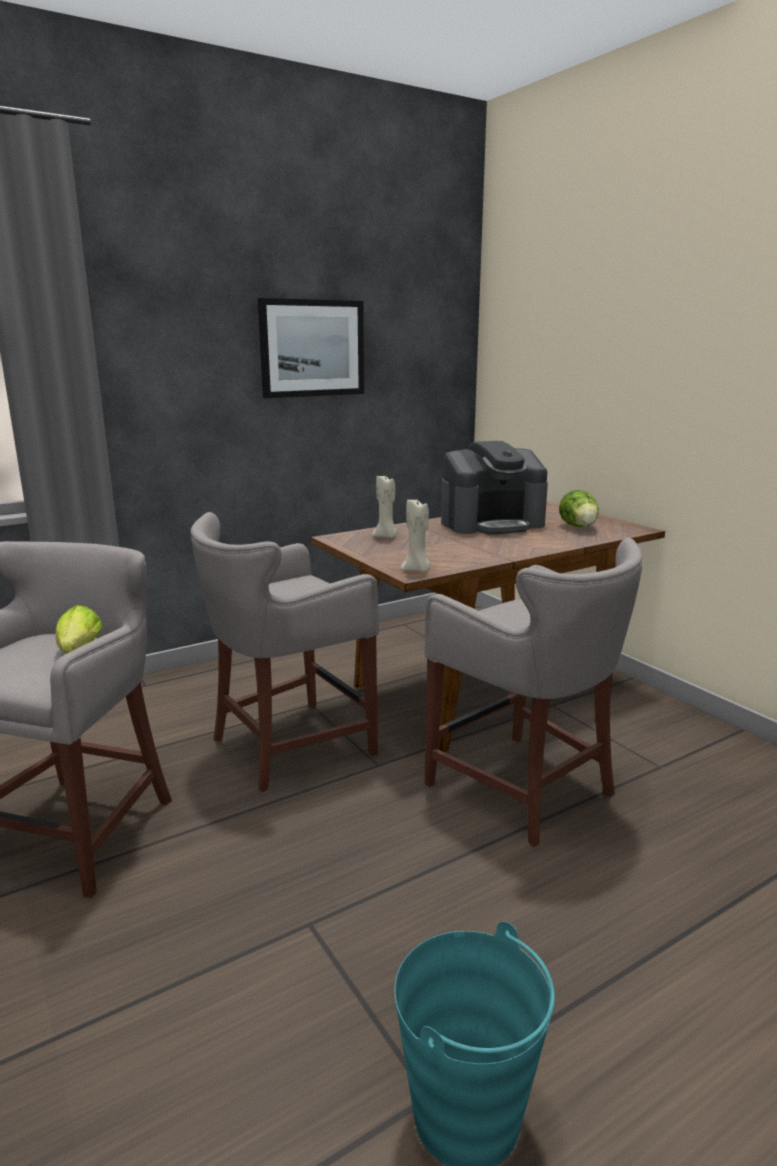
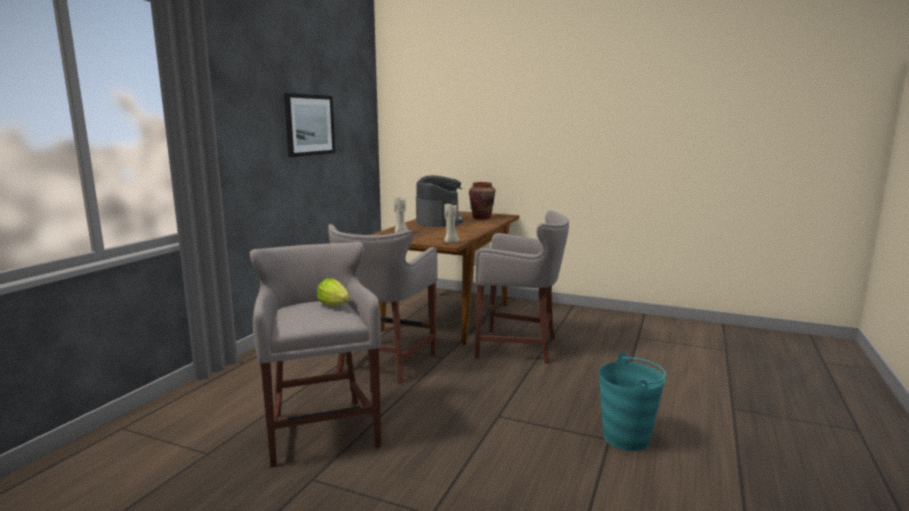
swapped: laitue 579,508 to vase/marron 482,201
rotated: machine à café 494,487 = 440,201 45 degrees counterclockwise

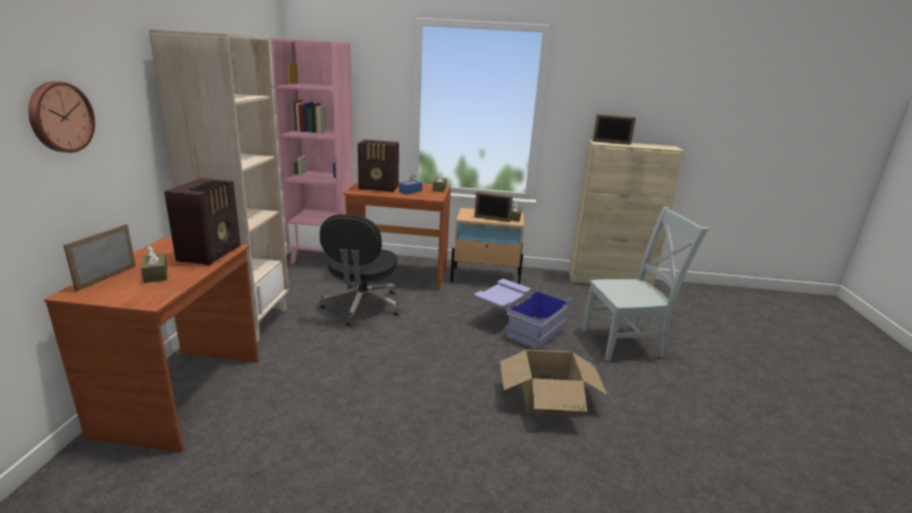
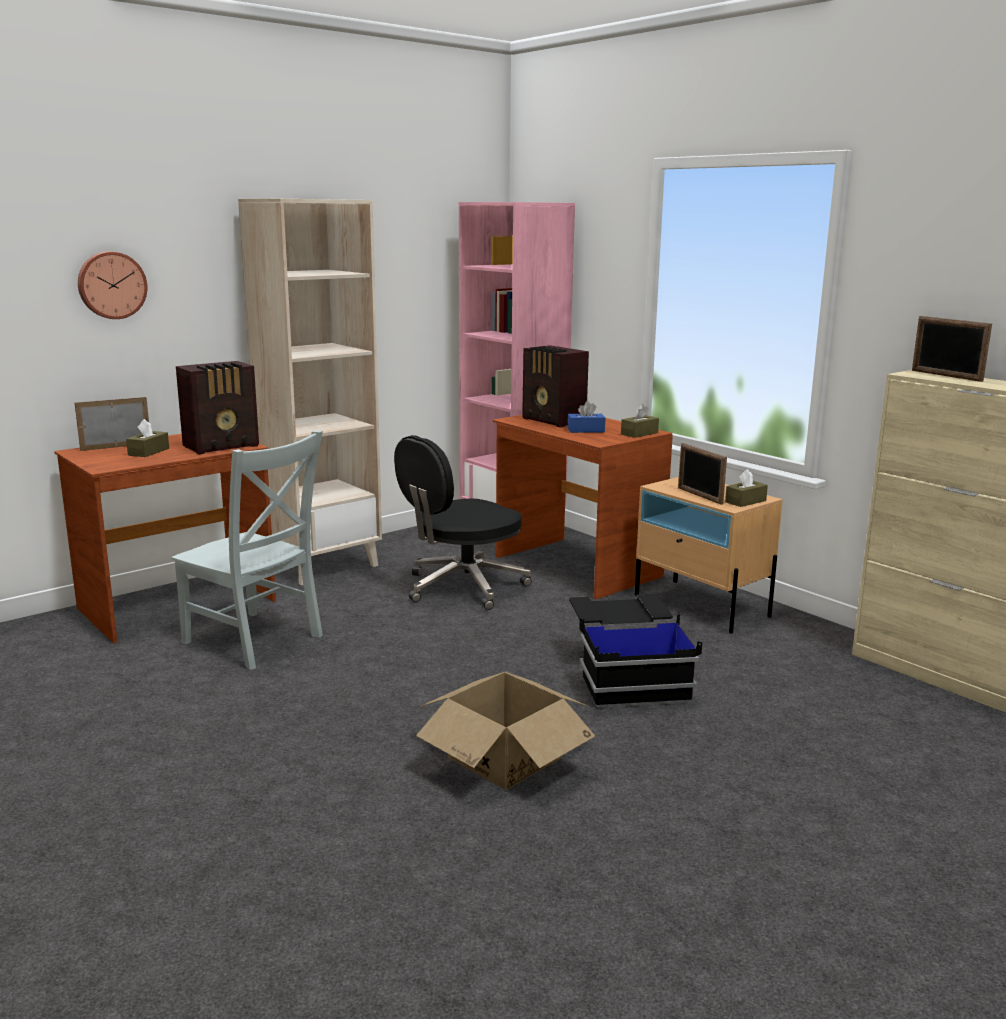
shifted: chaise/gris 645,284 to 247,550
repainted: boîte de rangement/bleu 522,314 to boîte de rangement/noir 635,651

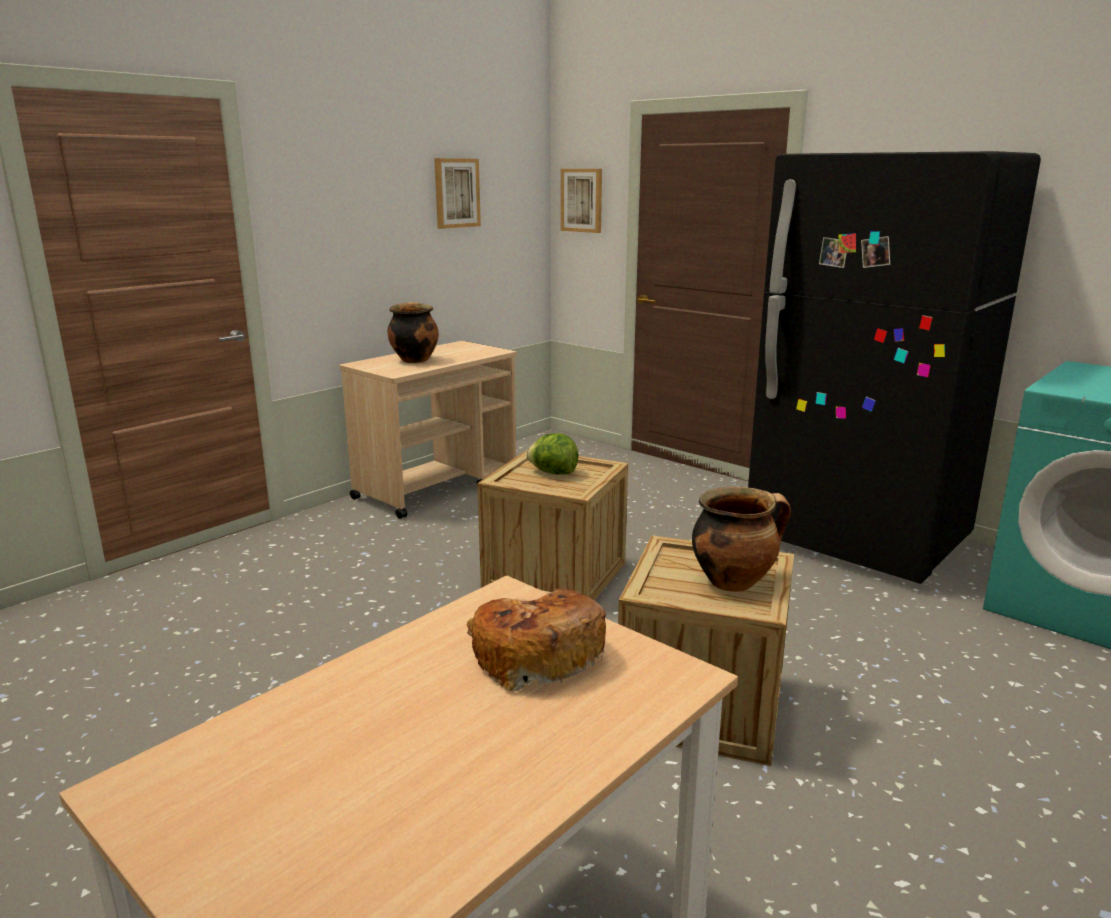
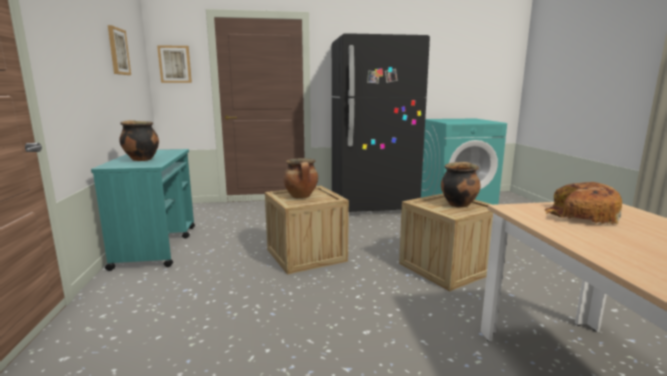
swapped: laitue 552,453 to marmite 300,178
repainted: chariot/beige 428,430 to chariot/turquoise 143,210

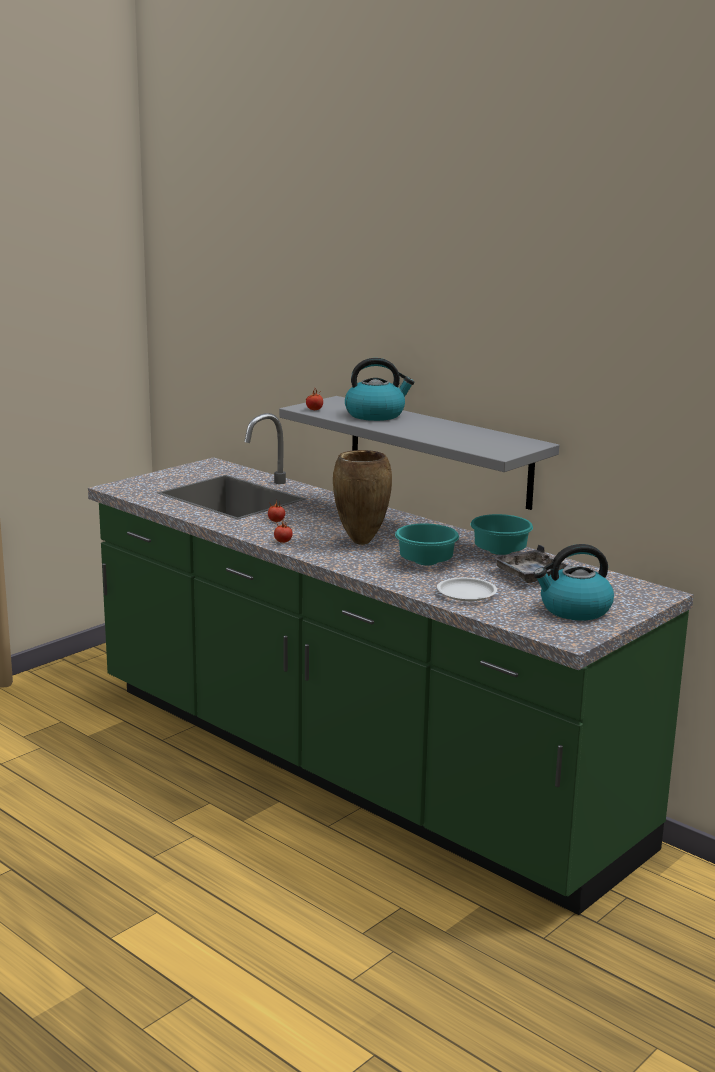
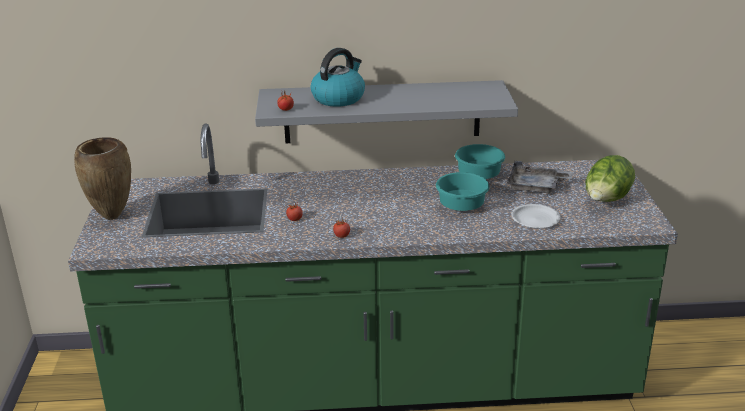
shifted: vase/marron 362,497 to 102,178
swapped: bouilloire 573,582 to laitue 610,178

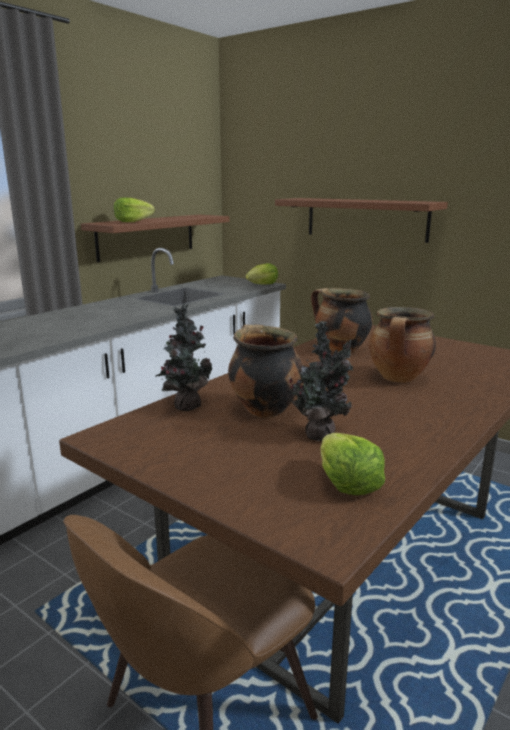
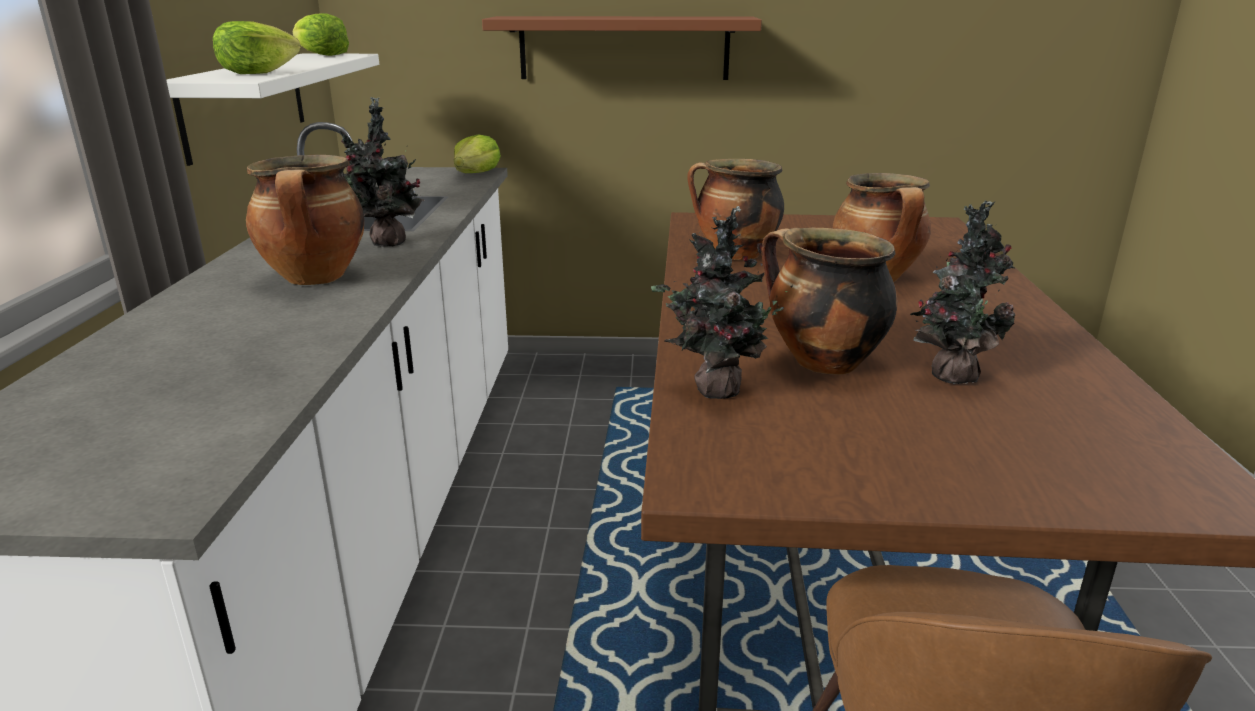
new: marmite 305,220; plante en pot 382,172
shifted: laitue 353,464 to 320,34
repainted: étagère/marron 155,238 to étagère/blanc 272,109

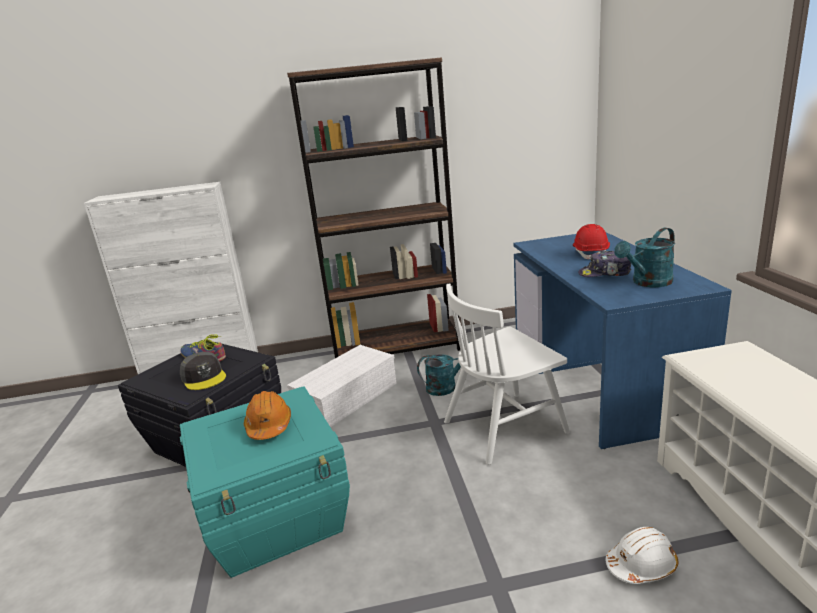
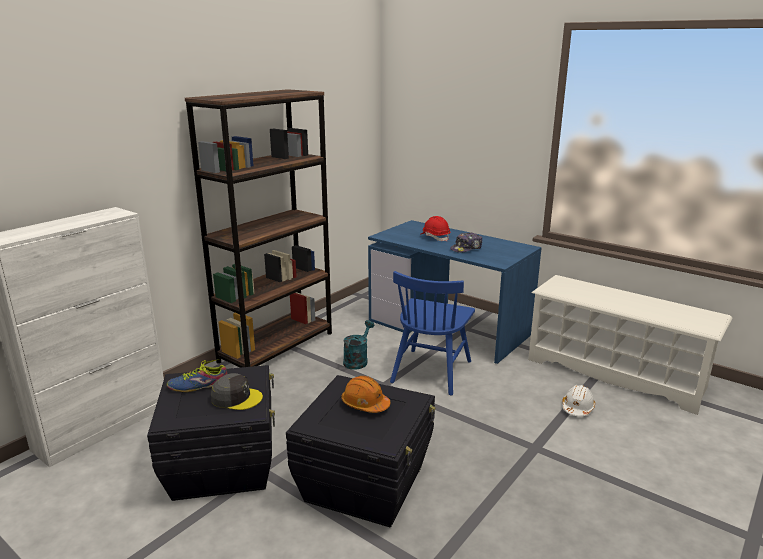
gone: boîte de rangement/blanc 342,386; arrosoir/turquoise 644,257
repainted: boîte de rangement/turquoise 265,482 to boîte de rangement/noir 360,451; chaise/blanc 507,374 to chaise/bleu 432,333

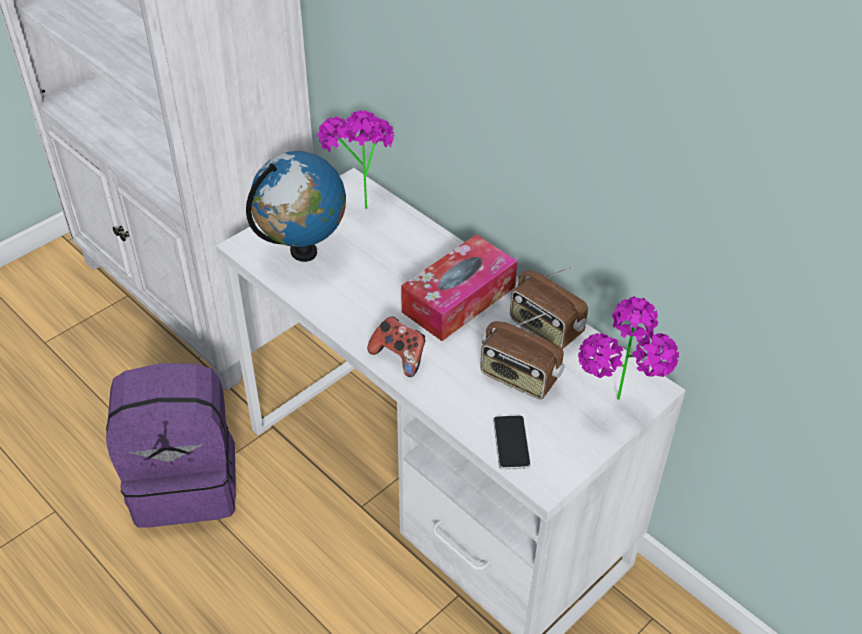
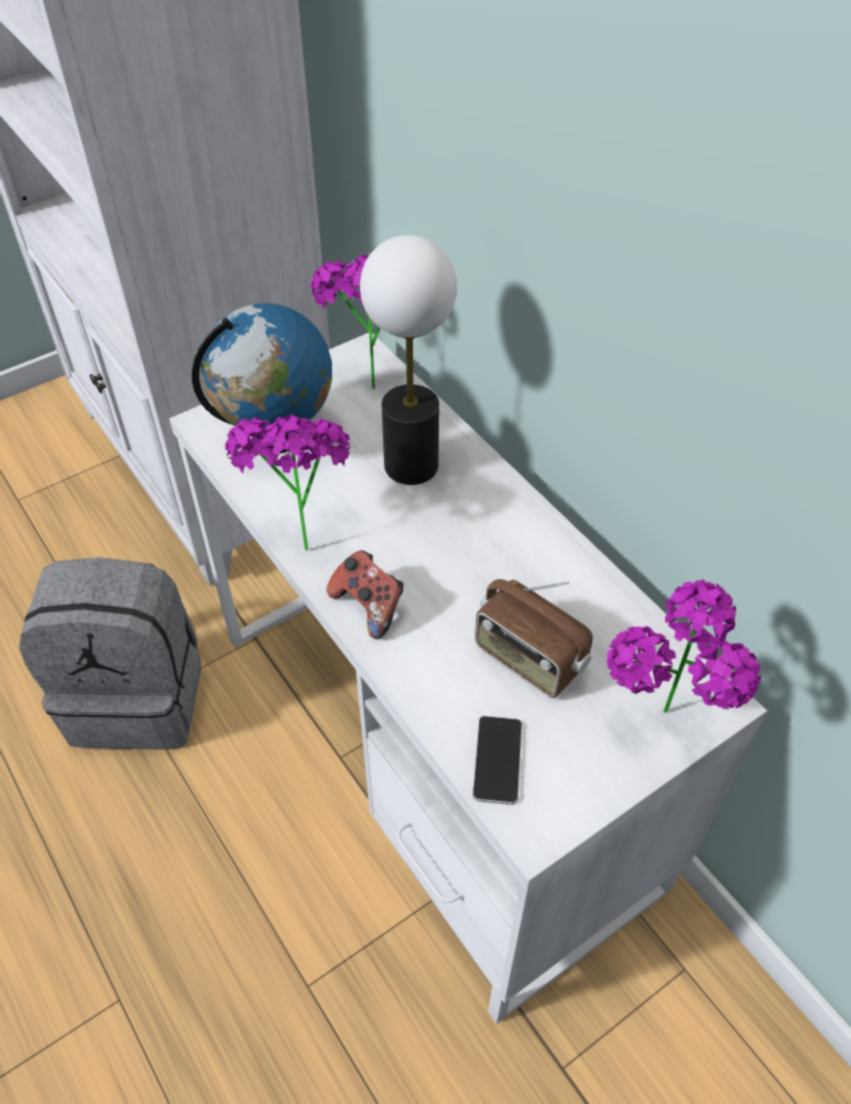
gone: boîte à mouchoirs 459,288; radio 549,308
new: plante en pot 288,482; lampe de table 408,360
repainted: sac à dos/violet 171,445 to sac à dos/gris 110,653

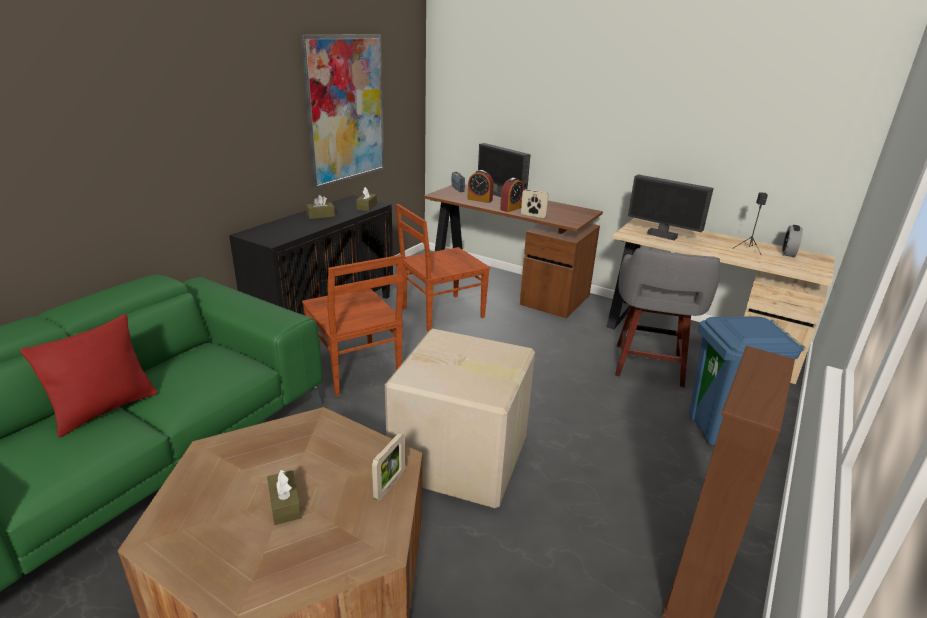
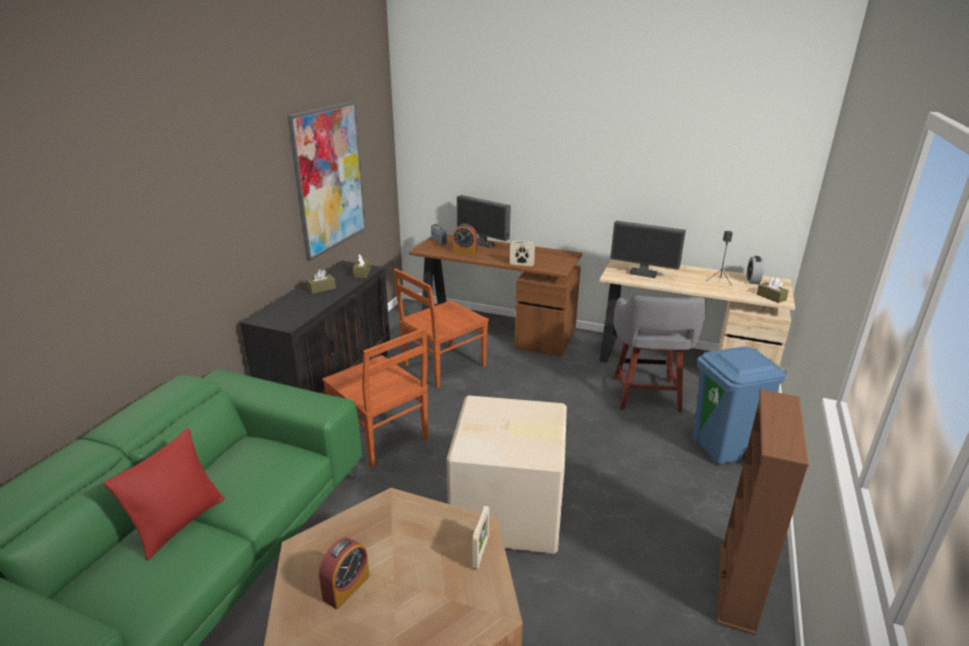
shifted: réveil 512,195 to 344,573; boîte à mouchoirs/marron 284,497 to 773,290

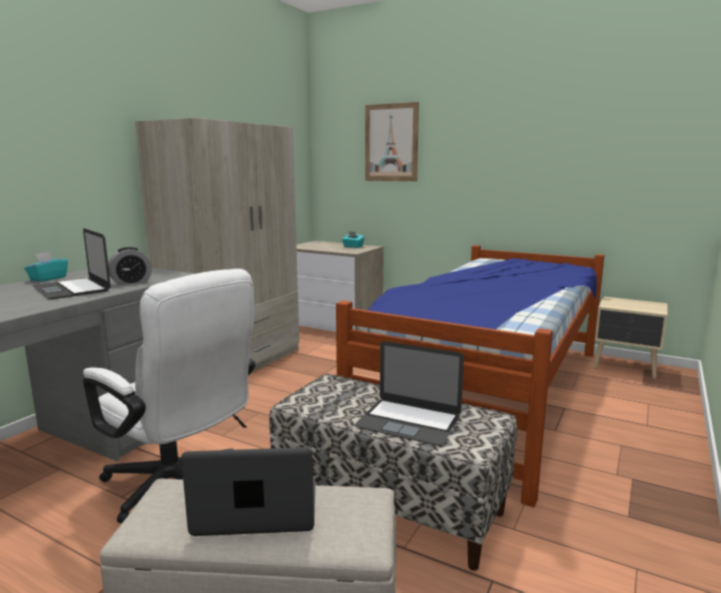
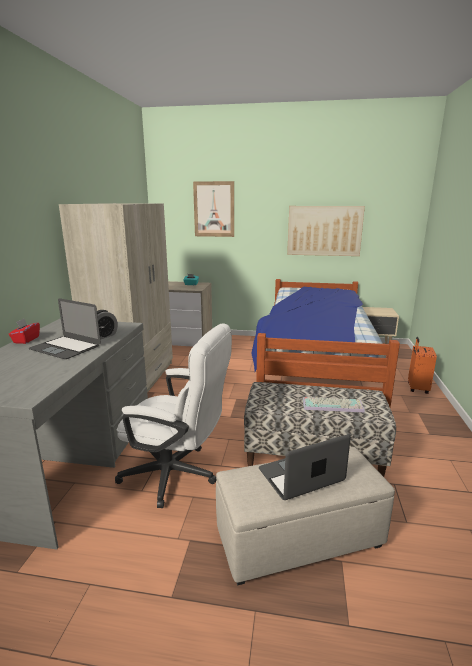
new: tableau 326,231; valise/orange 422,365
swapped: ordinateur portable 409,393 to clavier 333,404
repainted: boîte à mouchoirs/turquoise 46,267 to boîte à mouchoirs/rouge 24,331

